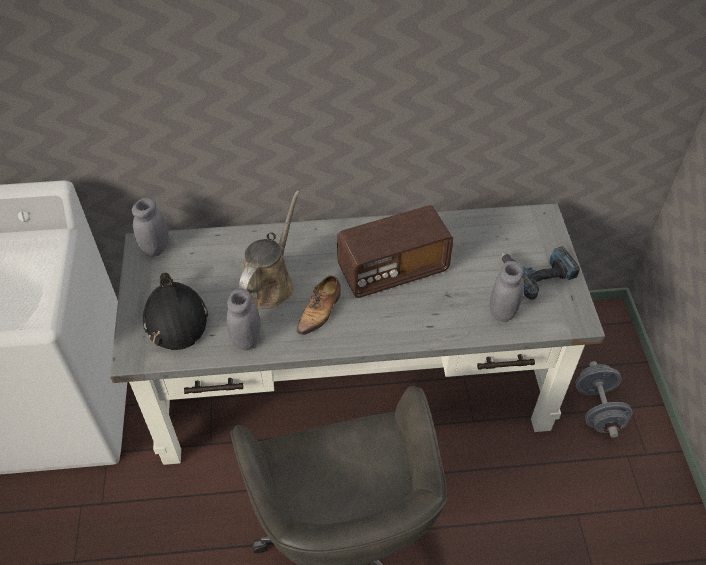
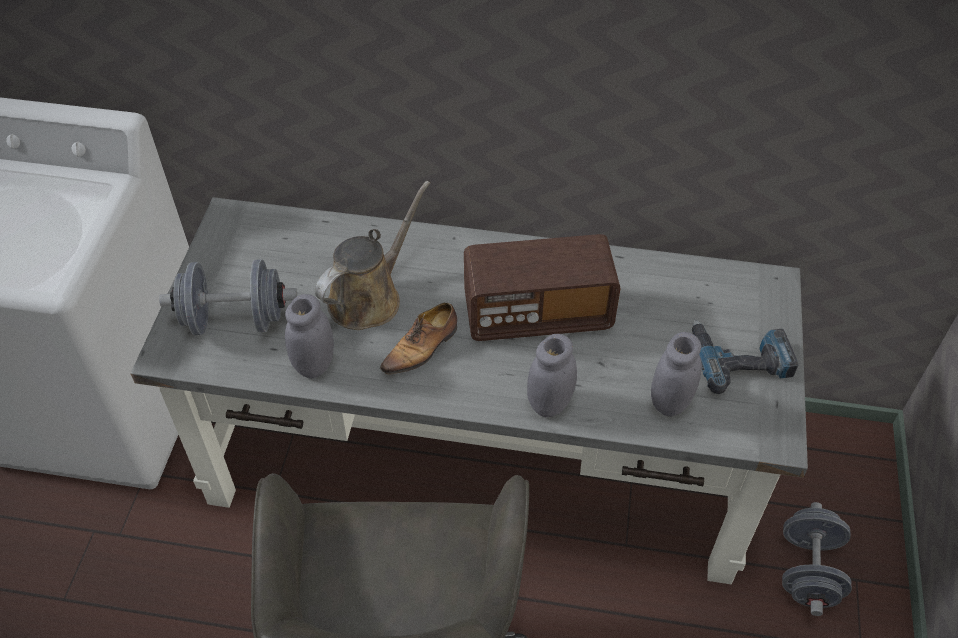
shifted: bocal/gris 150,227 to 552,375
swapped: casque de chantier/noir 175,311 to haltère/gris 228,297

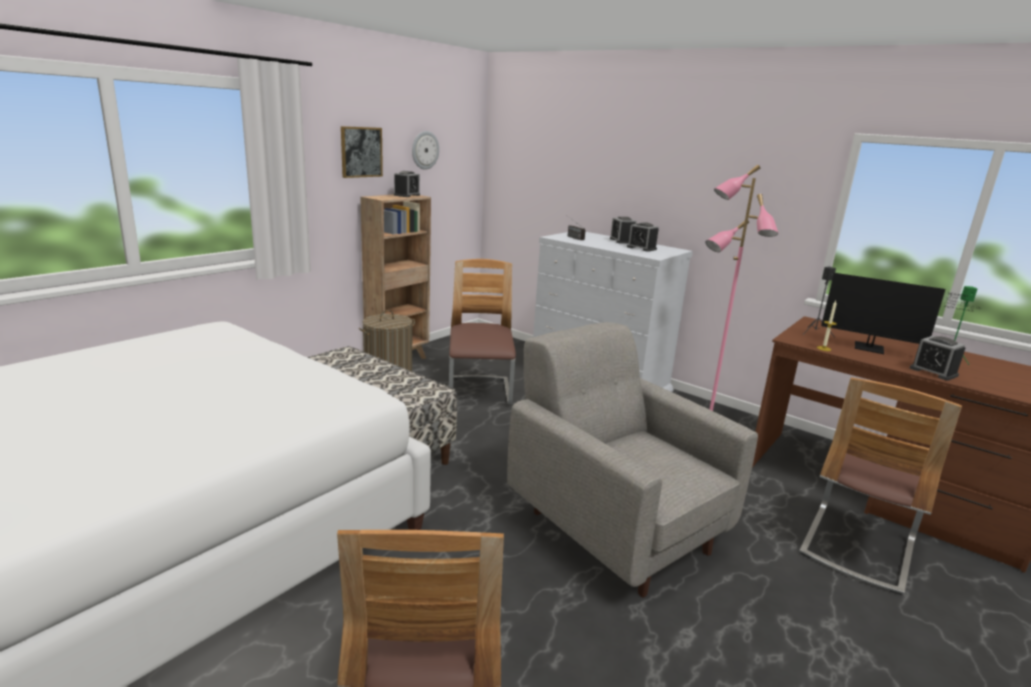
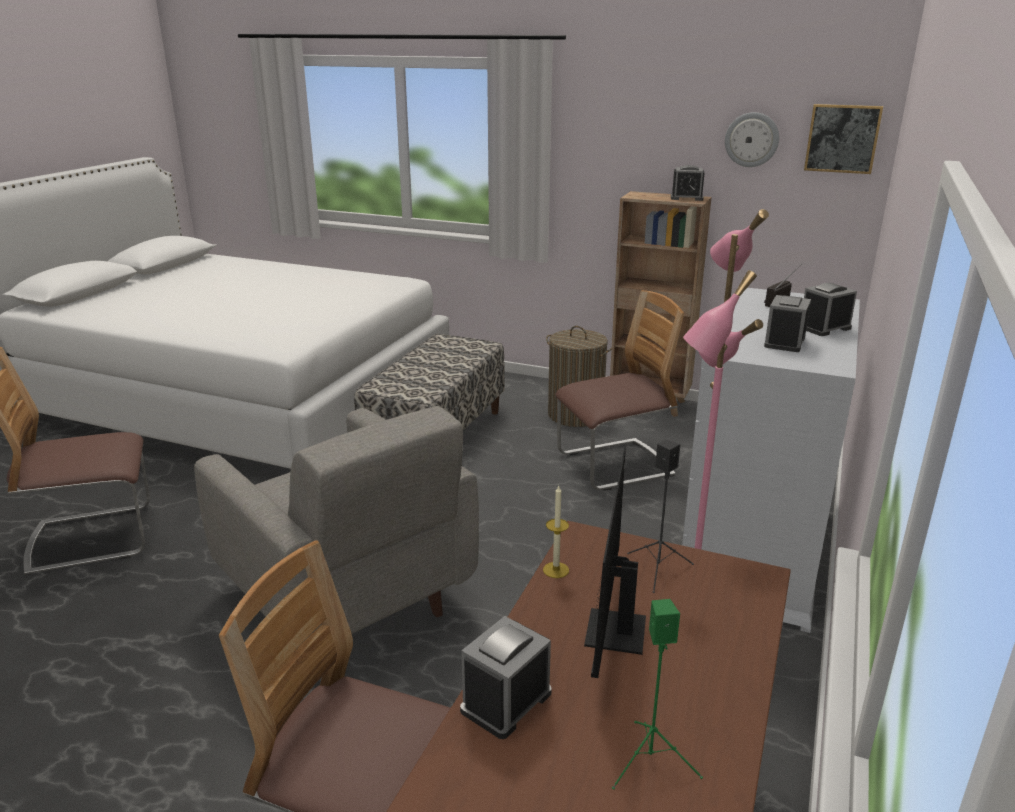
shifted: tableau 362,152 to 843,139
rotated: fauteuil/gris 632,459 = 336,525 105 degrees clockwise

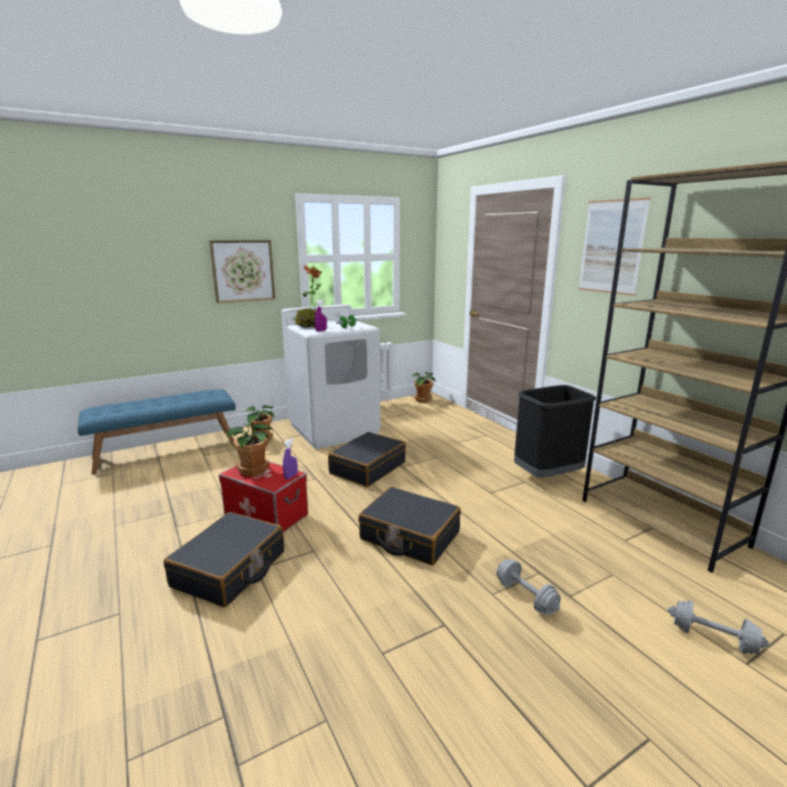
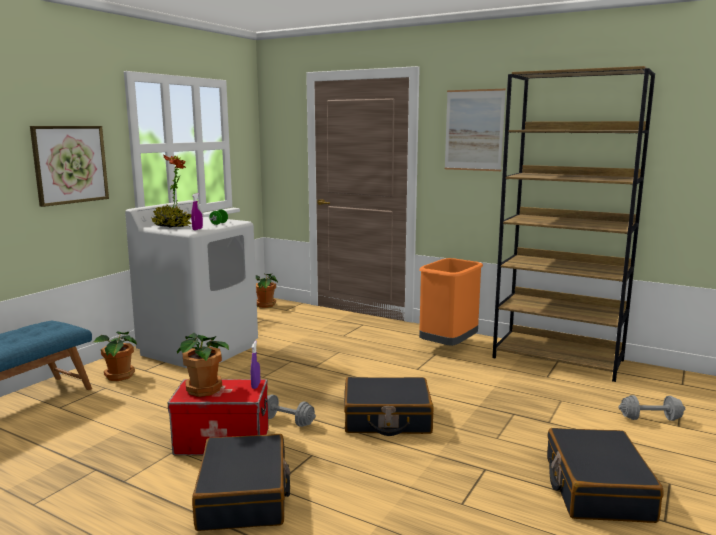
shifted: haltère/gris 529,587 to 291,410; valise/noir 367,459 to 605,475
repainted: poubelle/noir 555,431 to poubelle/orange 451,302

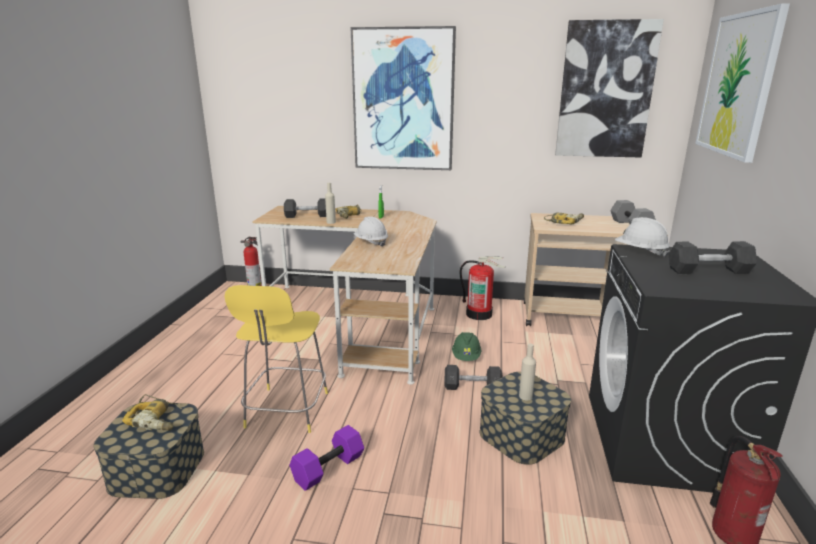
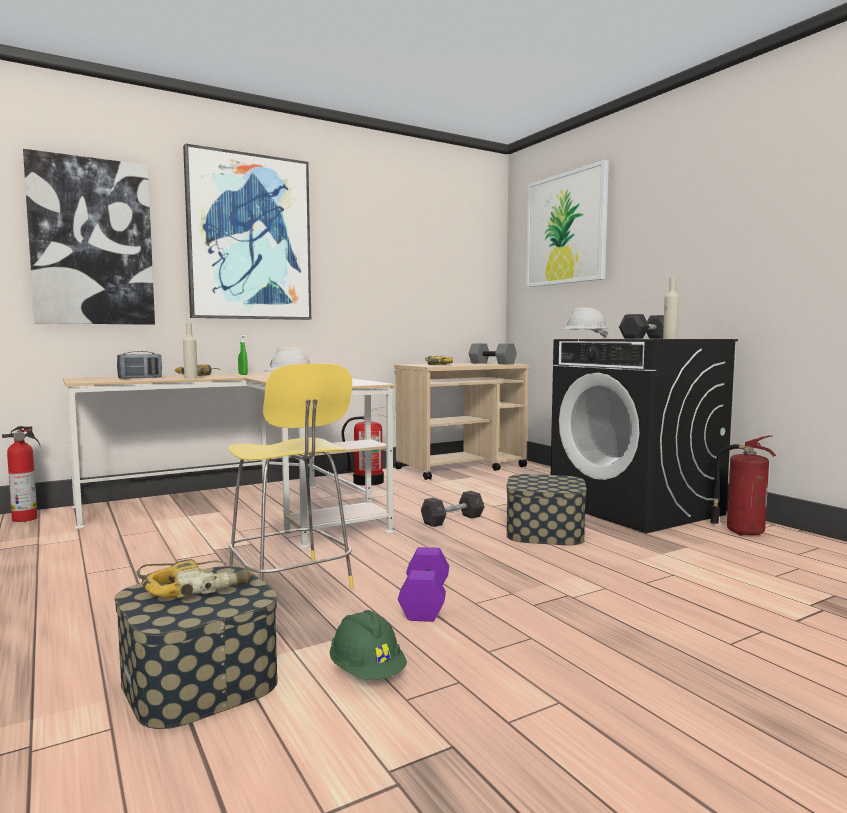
shifted: tableau 609,88 to 89,237; casque de chantier/vert 467,346 to 368,645; bouteille/beige 527,371 to 671,308
swapped: haltère/gris 305,208 to radio 139,365

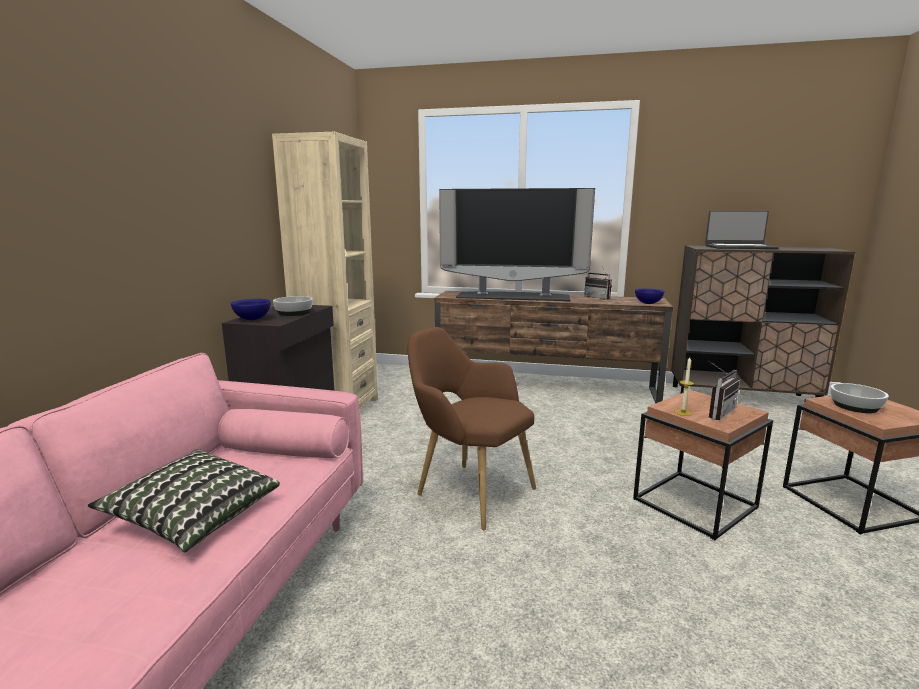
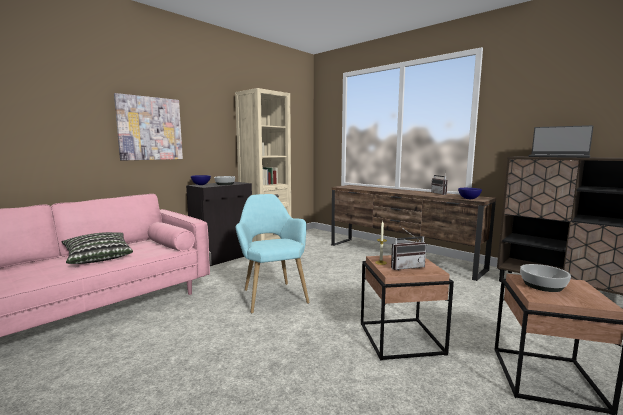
gone: téléviseur 517,244
new: tableau 148,127
repainted: fauteuil/marron 472,428 to fauteuil/turquoise 272,253

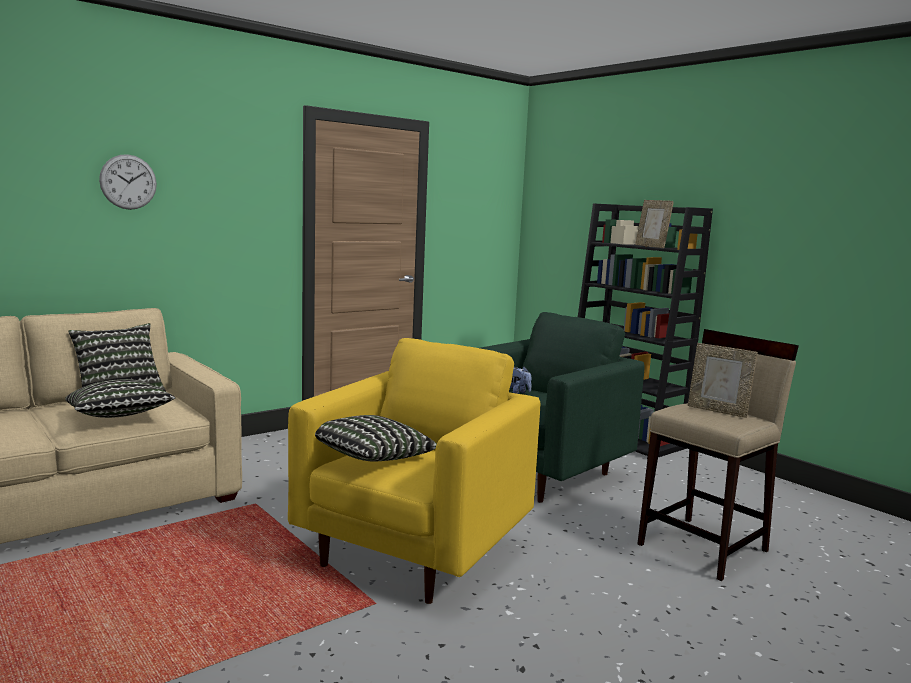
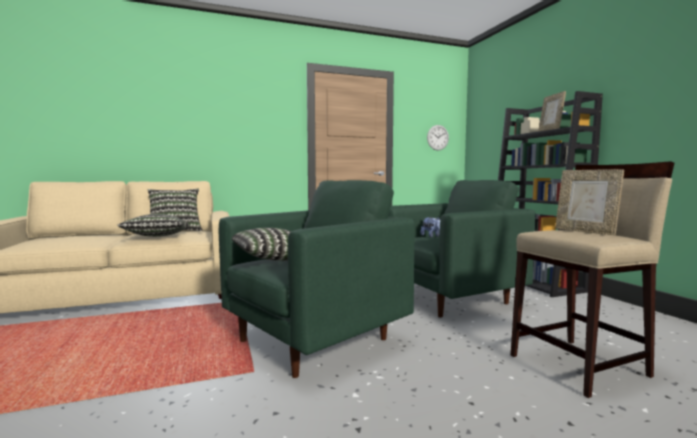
shifted: horloge murale 128,182 to 438,138
repainted: fauteuil/jaune 414,471 to fauteuil/vert 316,279

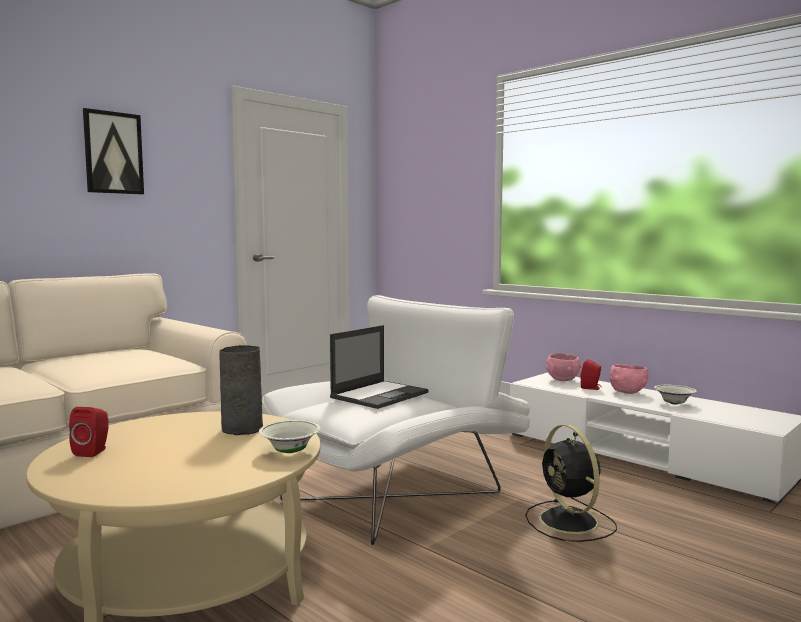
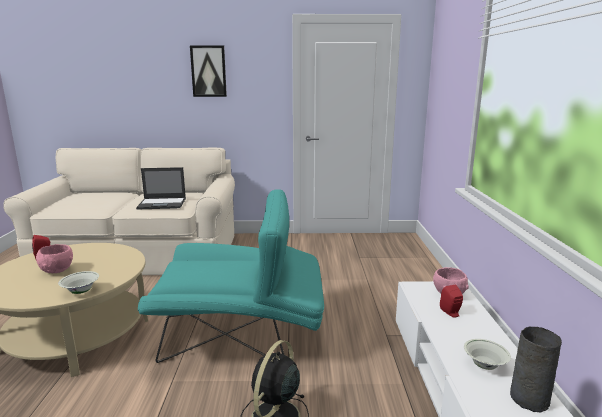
shifted: bol/rose 629,379 to 54,258; ordinateur portable 379,367 to 161,188; vase/gris 241,390 to 536,370
repainted: fauteuil/blanc 396,420 to fauteuil/turquoise 231,276

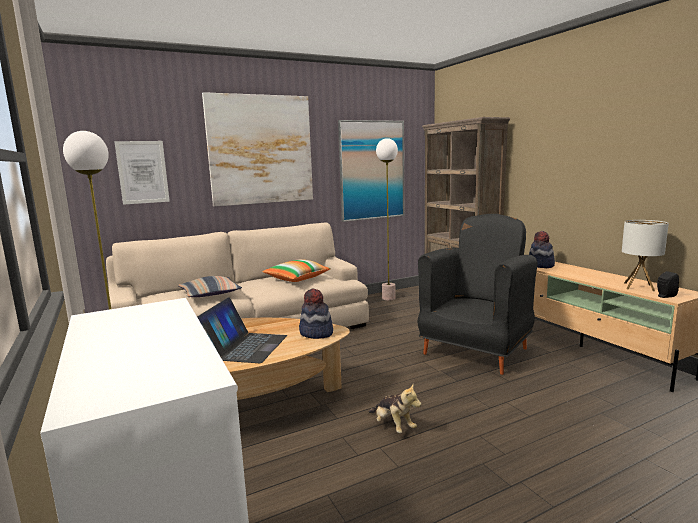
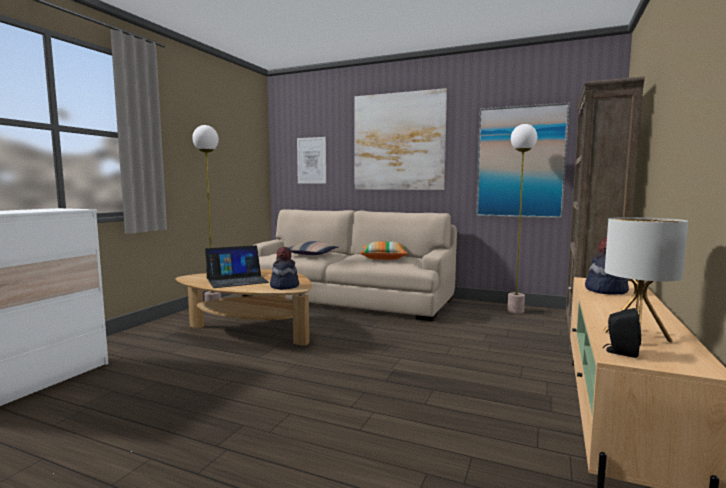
gone: peluche 395,408; fauteuil/noir 477,294

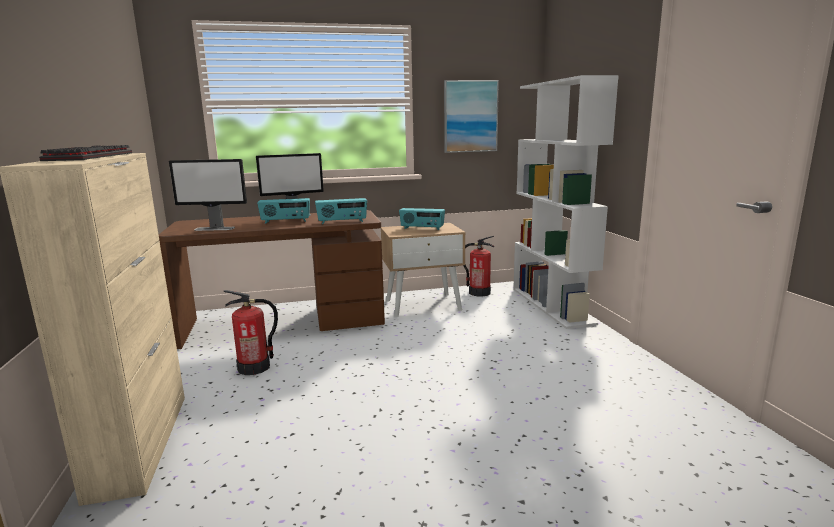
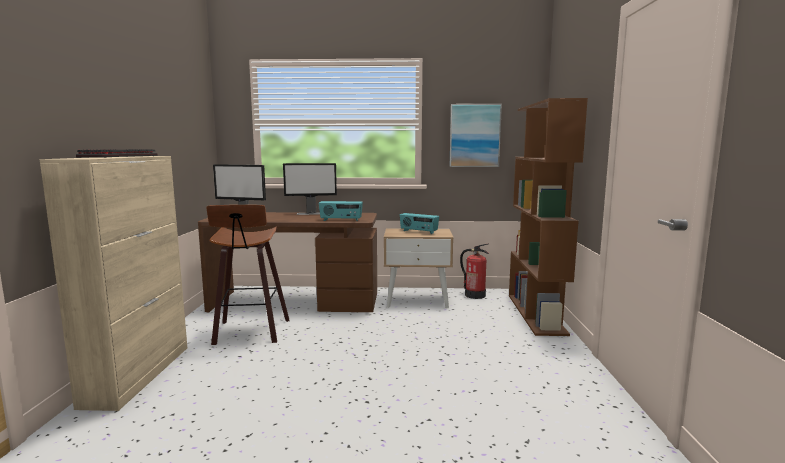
gone: radio 283,210
swapped: extincteur 251,332 to tabouret 248,275
repainted: bibliothèque/blanc 566,202 to bibliothèque/marron 548,217

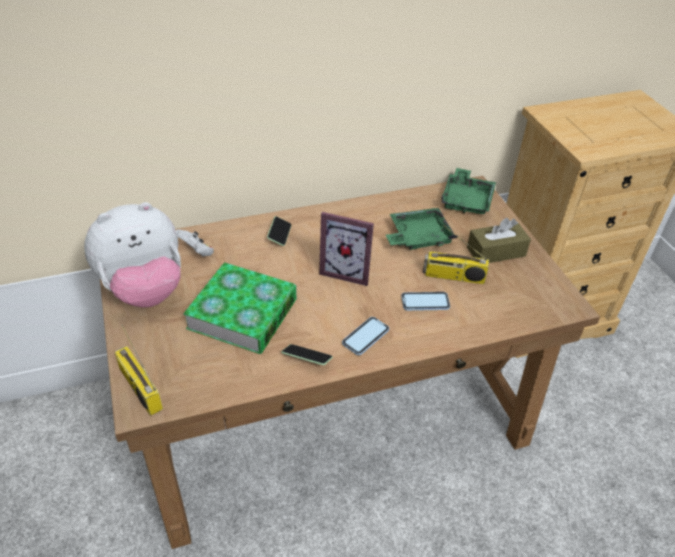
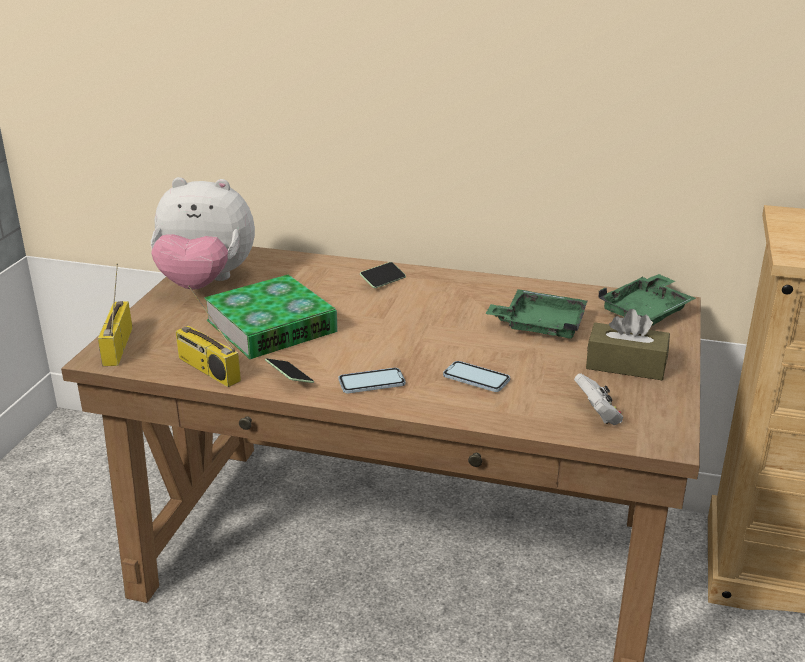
gone: cadre photo 346,249
shifted: radio 456,254 to 208,336; manette/blanc 195,243 to 598,399

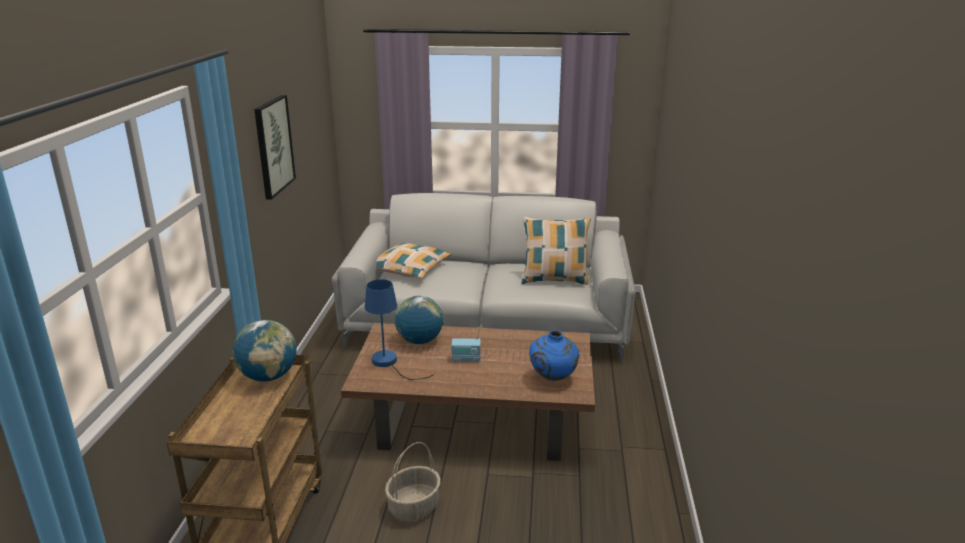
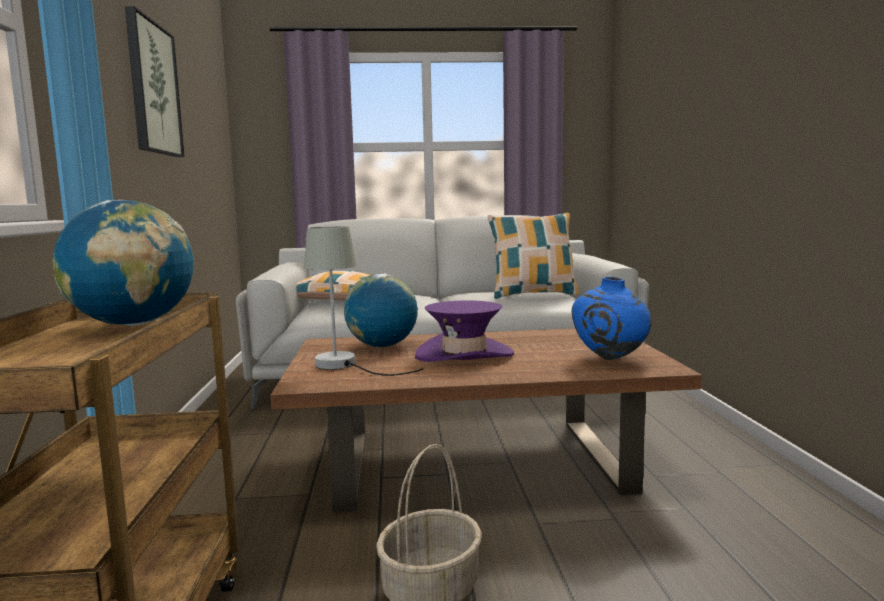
swapped: radio 466,345 to chapeau/violet 464,331
repainted: lampe de table/bleu 399,329 to lampe de table/gris 364,301

